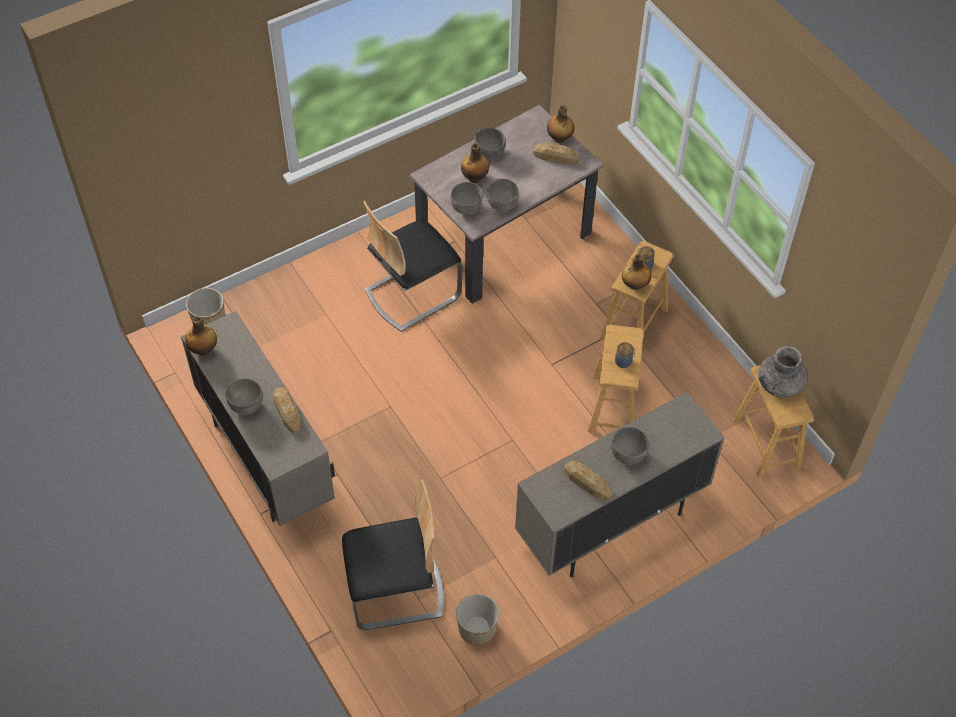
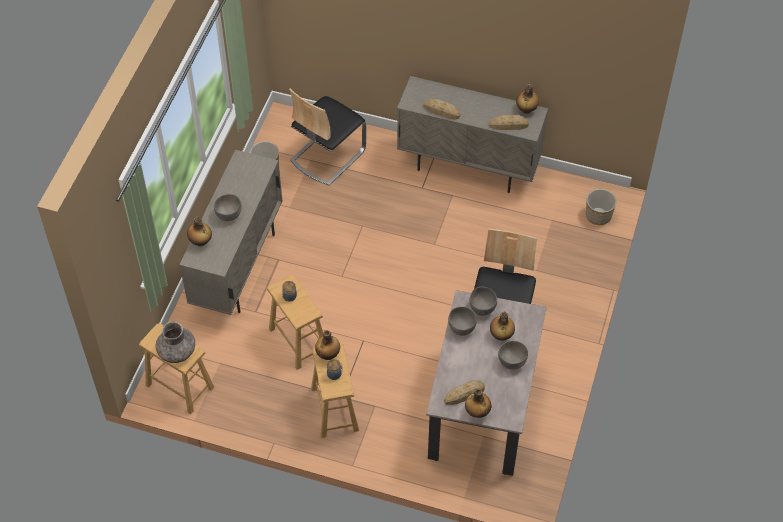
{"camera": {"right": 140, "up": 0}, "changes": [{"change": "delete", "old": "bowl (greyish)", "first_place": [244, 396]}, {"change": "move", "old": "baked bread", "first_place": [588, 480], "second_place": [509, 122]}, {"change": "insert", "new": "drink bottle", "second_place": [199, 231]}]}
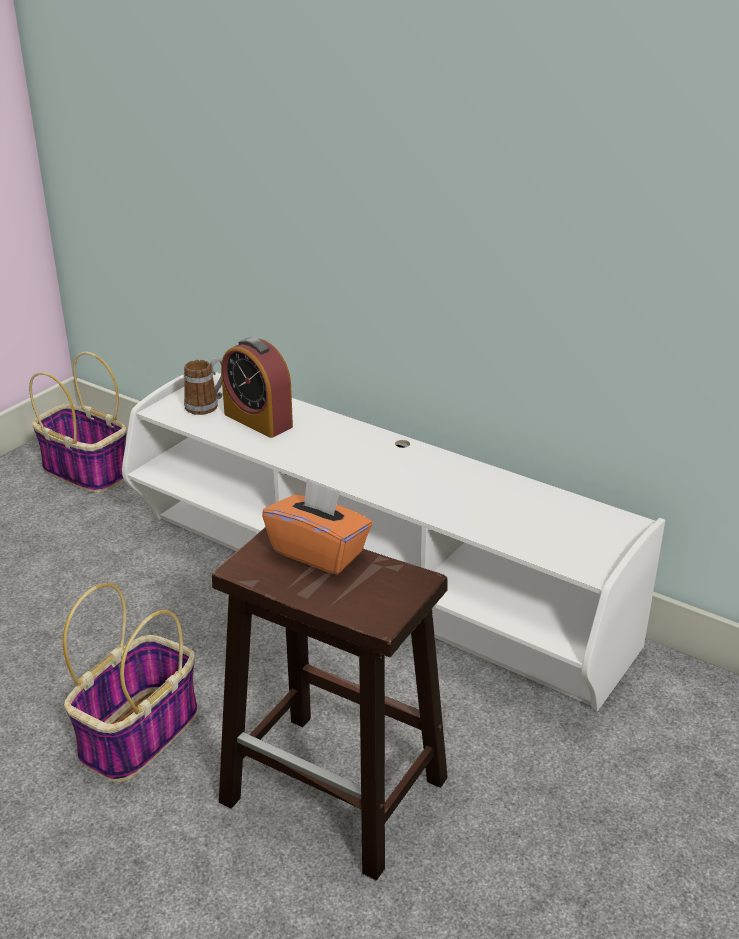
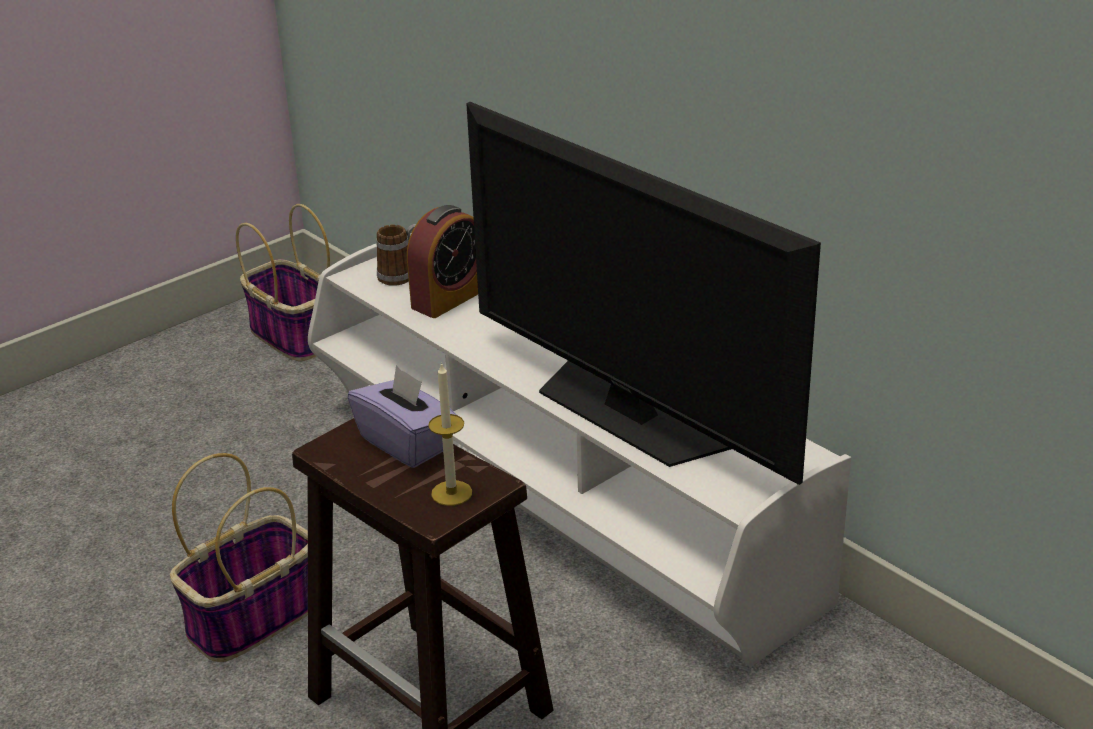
{"camera": {"right": 15, "up": 0}, "changes": [{"change": "rotate", "old": "alarm clock", "first_place": [257, 387], "second_place": [442, 261], "degrees": -105}, {"change": "recolor", "old": "tissue holder (orangey)", "new": "tissue holder (purple-coloured)", "first_place": [317, 527], "second_place": [402, 416]}, {"change": "insert", "new": "TV", "second_place": [643, 293]}, {"change": "insert", "new": "wax light", "second_place": [450, 434]}]}
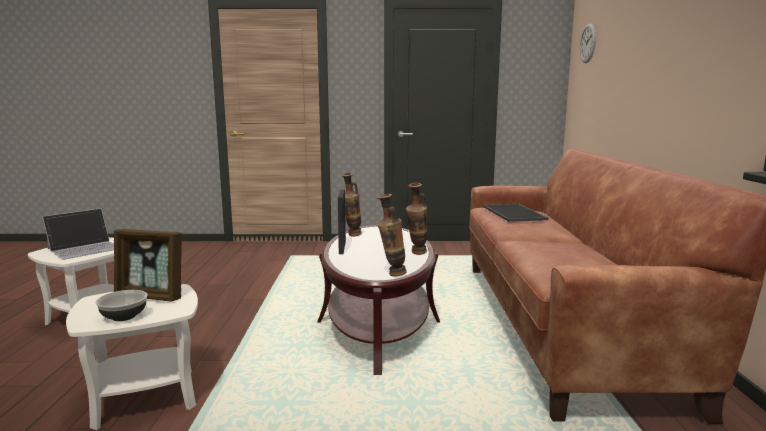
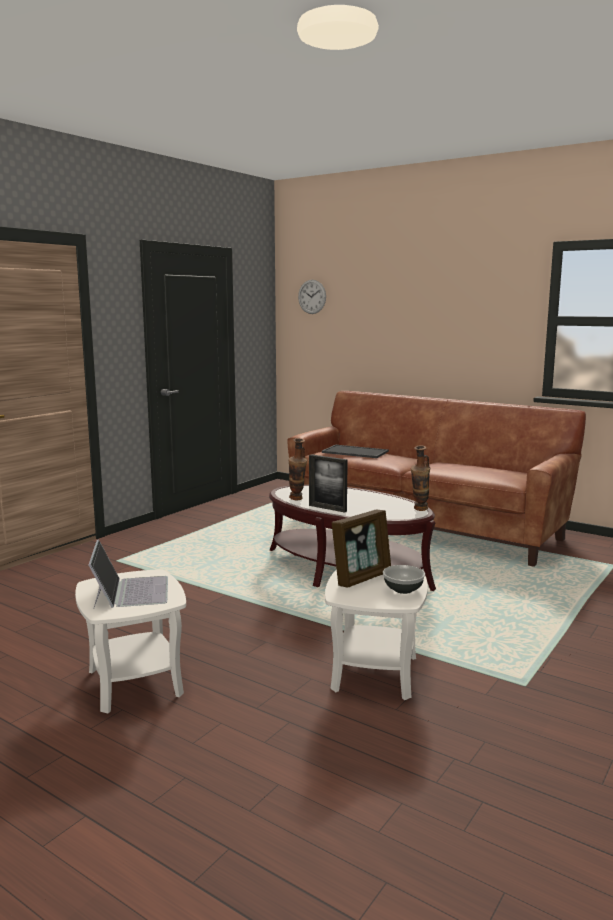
{"camera": {"right": -55, "up": 0}, "changes": [{"change": "delete", "old": "decorative vase", "first_place": [416, 219]}]}
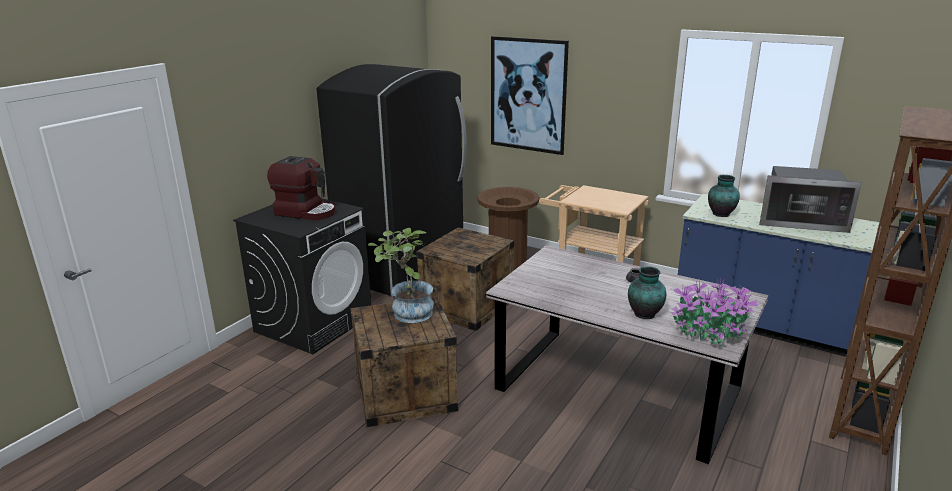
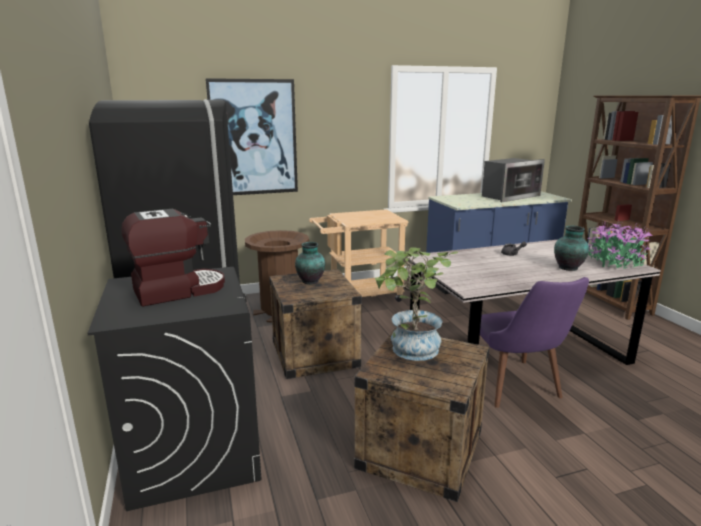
{"camera": {"right": -50, "up": -5}, "changes": [{"change": "move", "old": "decorative vase", "first_place": [724, 196], "second_place": [310, 263]}, {"change": "insert", "new": "plain chair (purple-coloured)", "second_place": [534, 342]}]}
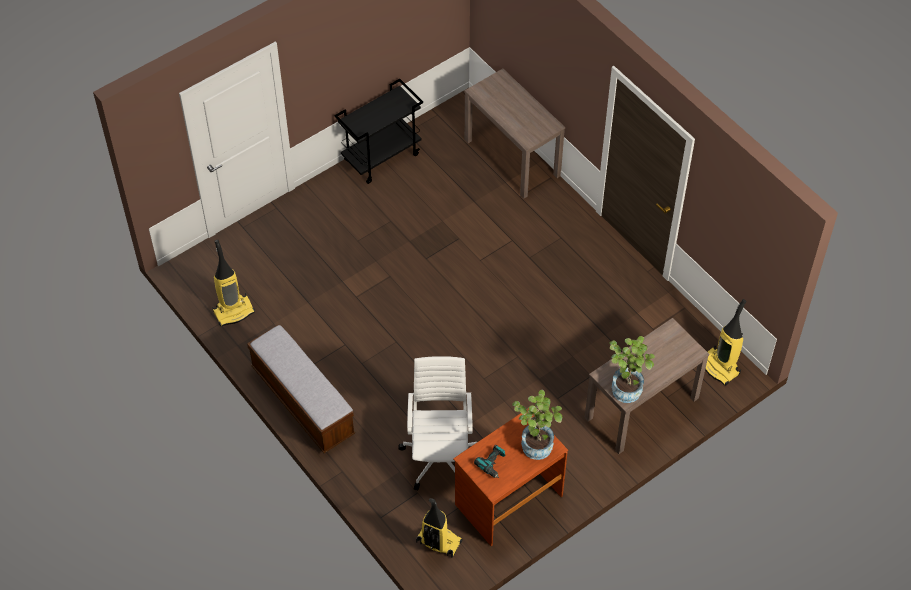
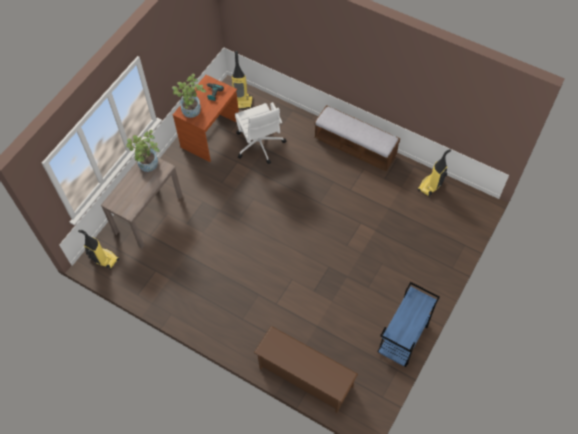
{"camera": {"right": 160, "up": 5}, "changes": [{"change": "replace", "old": "hall table (brown)", "new": "shoe shelf (brown)", "first_place": [514, 133], "second_place": [306, 369]}, {"change": "recolor", "old": "wheeled cart (black)", "new": "wheeled cart (blue)", "first_place": [379, 131], "second_place": [409, 324]}]}
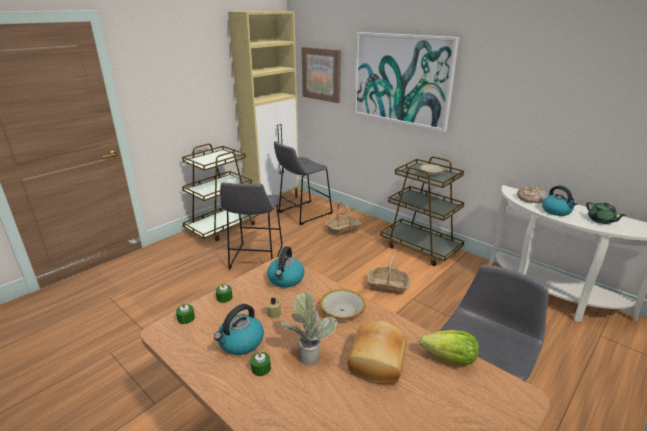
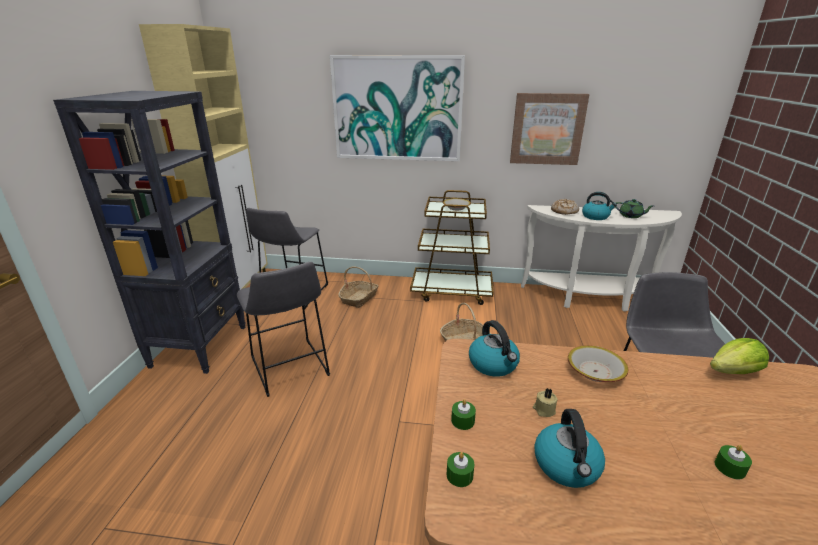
{"camera": {"right": -35, "up": 0}, "changes": [{"change": "move", "old": "wall art", "first_place": [321, 75], "second_place": [550, 129]}, {"change": "replace", "old": "wheeled cart (brown)", "new": "shelving unit (black)", "first_place": [220, 192], "second_place": [149, 232]}, {"change": "delete", "old": "potted plant", "first_place": [309, 328]}, {"change": "delete", "old": "baked bread", "first_place": [377, 352]}, {"change": "move", "old": "wax light (green)", "first_place": [261, 363], "second_place": [733, 462]}]}
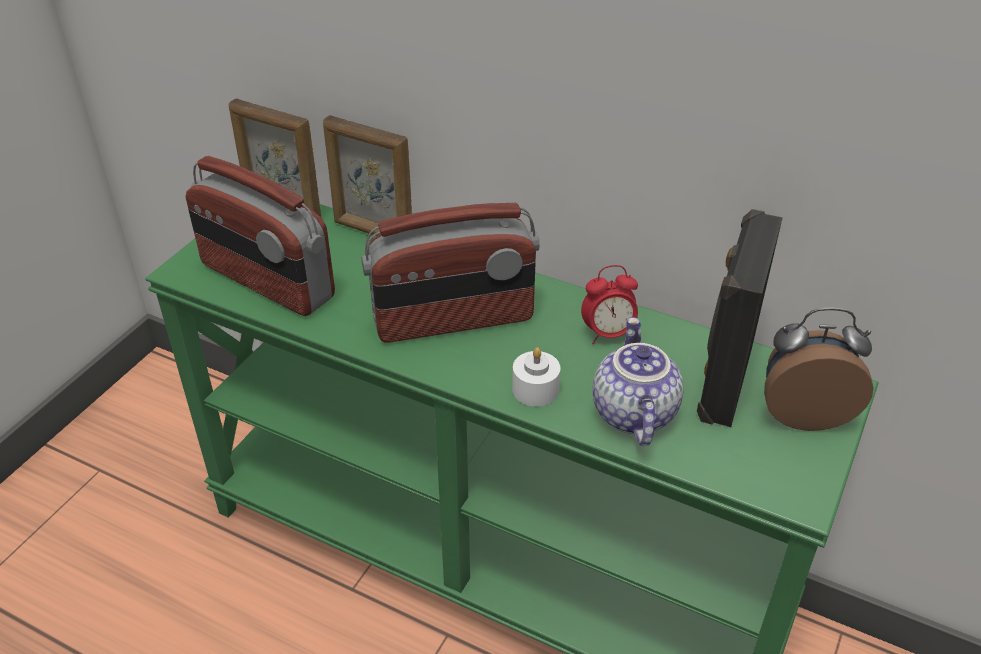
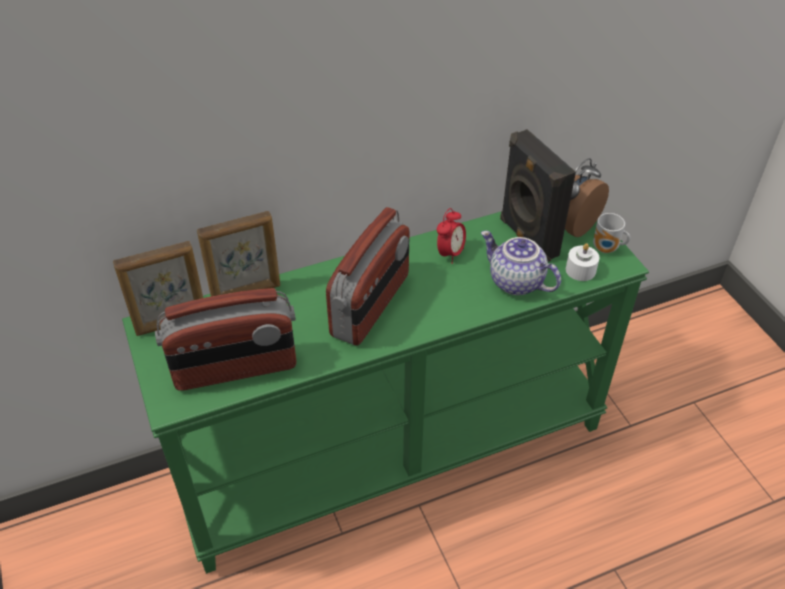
{"camera": {"right": -50, "up": 5}, "changes": [{"change": "move", "old": "wax light (whitish)", "first_place": [536, 377], "second_place": [583, 262]}, {"change": "insert", "new": "coffee mug", "second_place": [611, 233]}]}
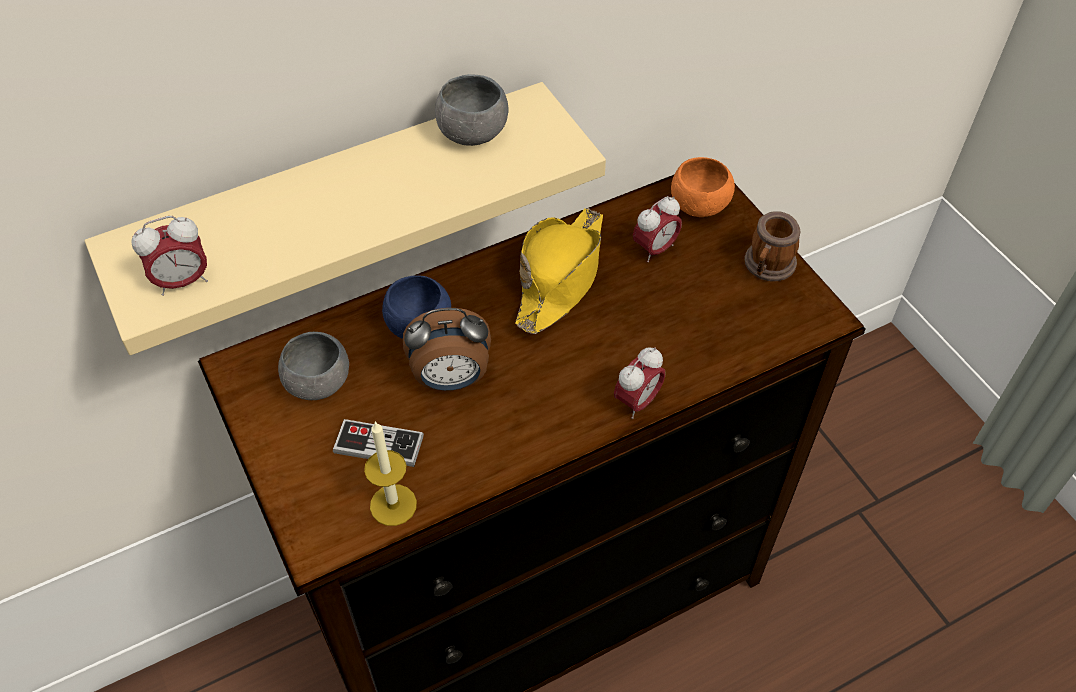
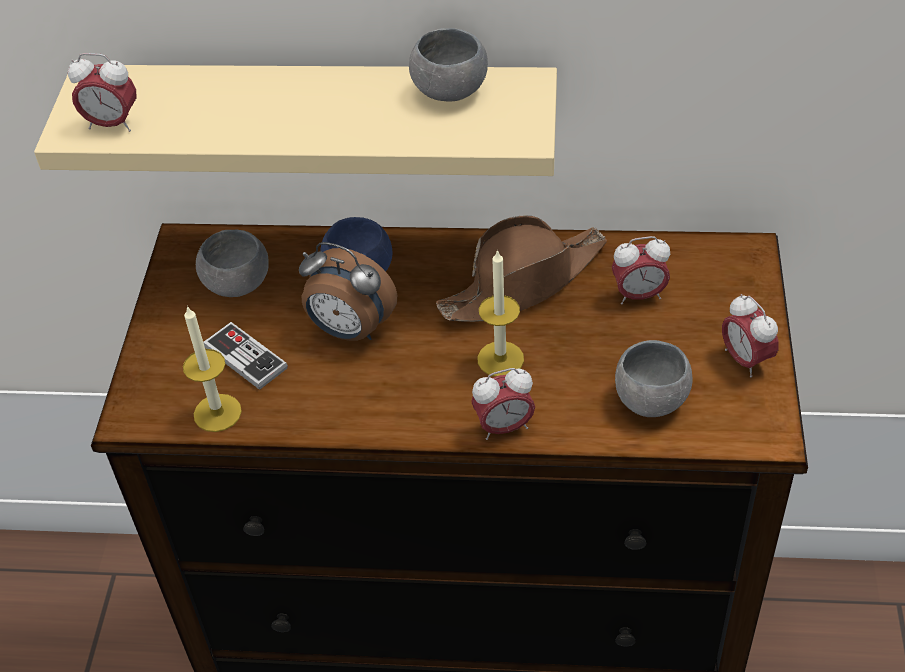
{"camera": {"right": 35, "up": -5}, "changes": [{"change": "delete", "old": "bowl (orangey)", "first_place": [703, 187]}, {"change": "recolor", "old": "clothing hat (yellowish)", "new": "clothing hat (brown)", "first_place": [559, 271], "second_place": [521, 269]}, {"change": "replace", "old": "coffee mug", "new": "alarm clock", "first_place": [772, 246], "second_place": [750, 335]}, {"change": "insert", "new": "wax light", "second_place": [500, 313]}, {"change": "insert", "new": "bowl (greyish)", "second_place": [653, 378]}]}
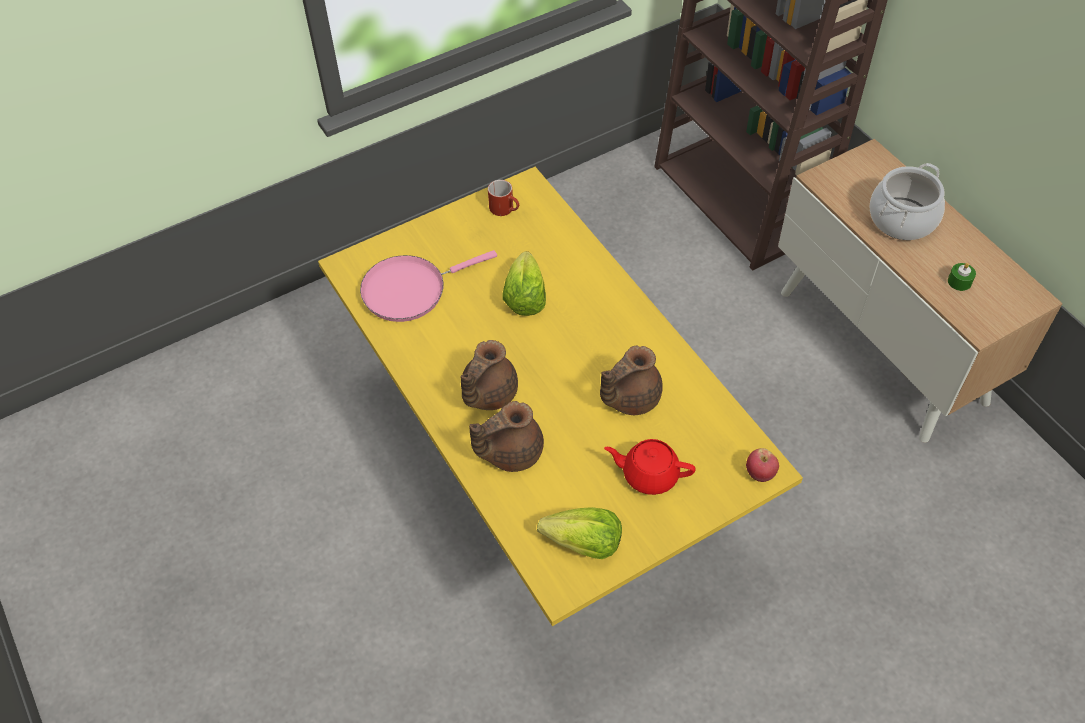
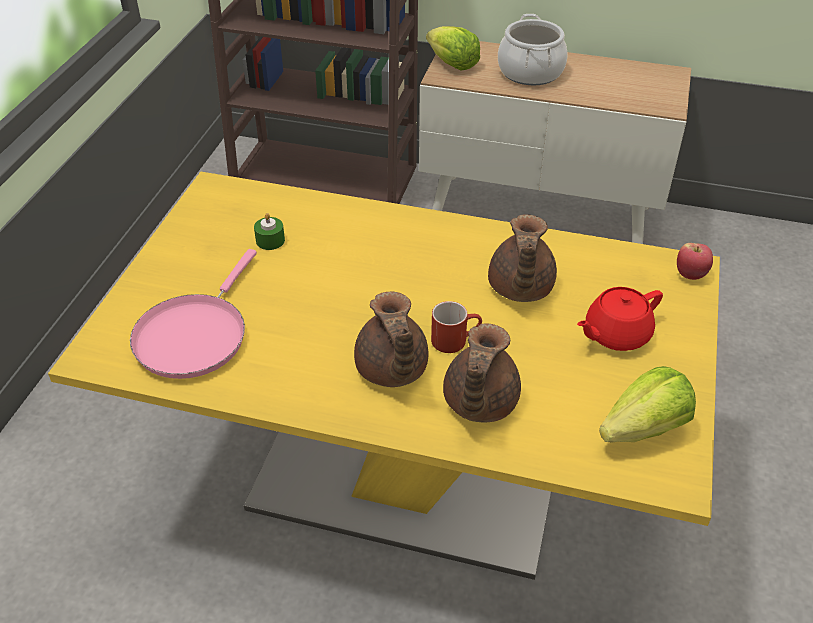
{"camera": {"right": -45, "up": -10}, "changes": [{"change": "move", "old": "coffee mug (red)", "first_place": [503, 198], "second_place": [456, 327]}, {"change": "move", "old": "lettuce head", "first_place": [524, 283], "second_place": [453, 48]}, {"change": "move", "old": "wax light (green)", "first_place": [962, 277], "second_place": [269, 231]}]}
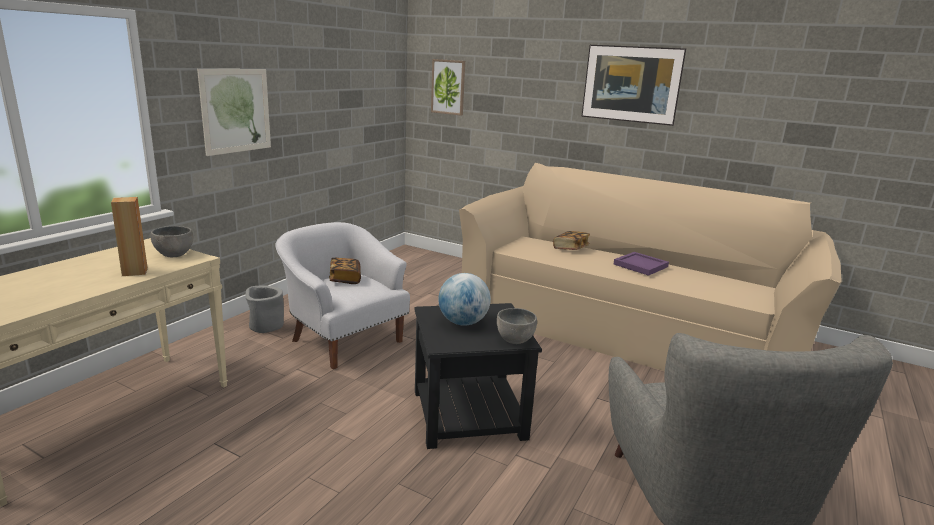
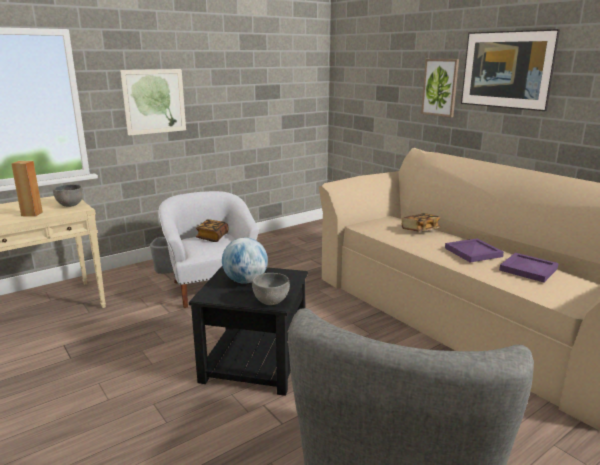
{"camera": {"right": 25, "up": 0}, "changes": [{"change": "move", "old": "wall art", "first_place": [448, 87], "second_place": [440, 88]}, {"change": "insert", "new": "serving tray (purple-coloured)", "second_place": [529, 267]}]}
